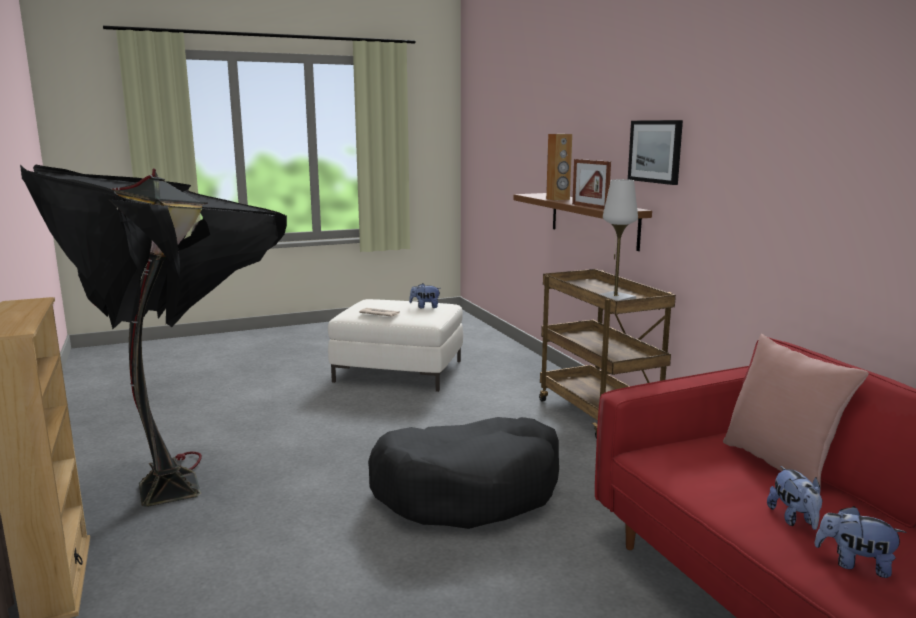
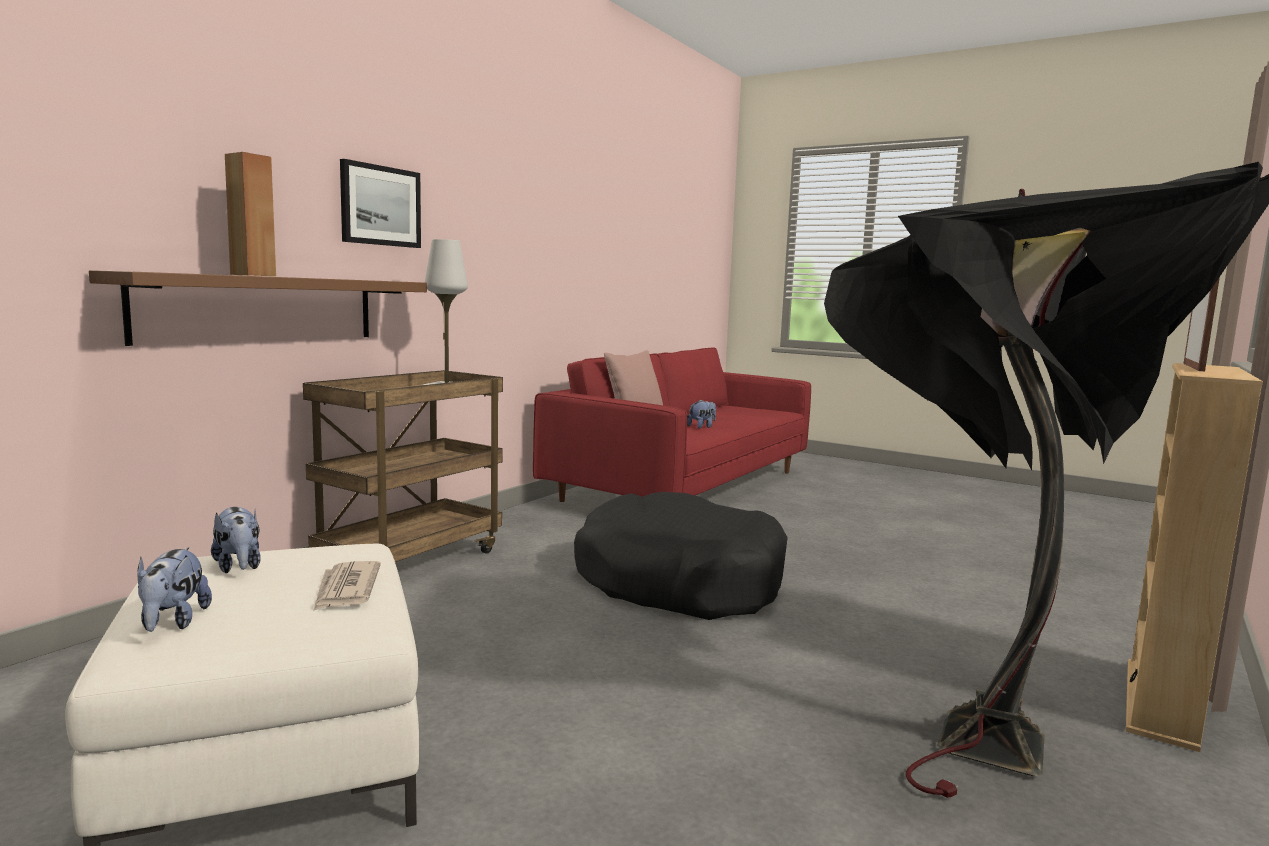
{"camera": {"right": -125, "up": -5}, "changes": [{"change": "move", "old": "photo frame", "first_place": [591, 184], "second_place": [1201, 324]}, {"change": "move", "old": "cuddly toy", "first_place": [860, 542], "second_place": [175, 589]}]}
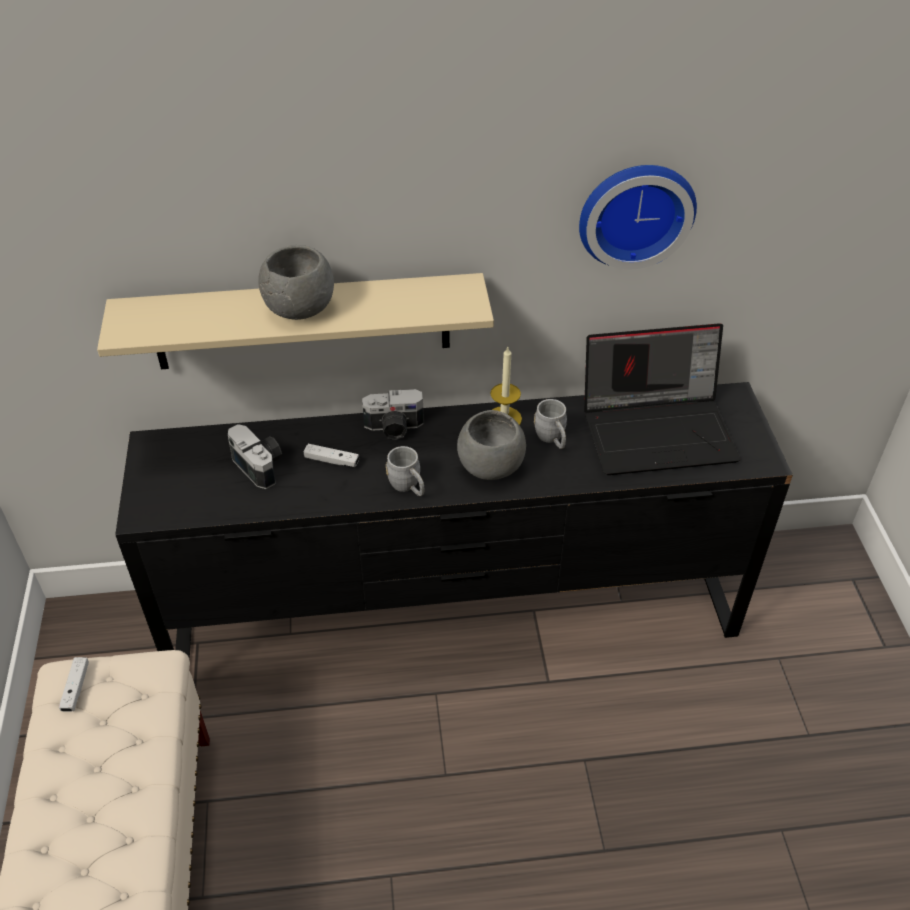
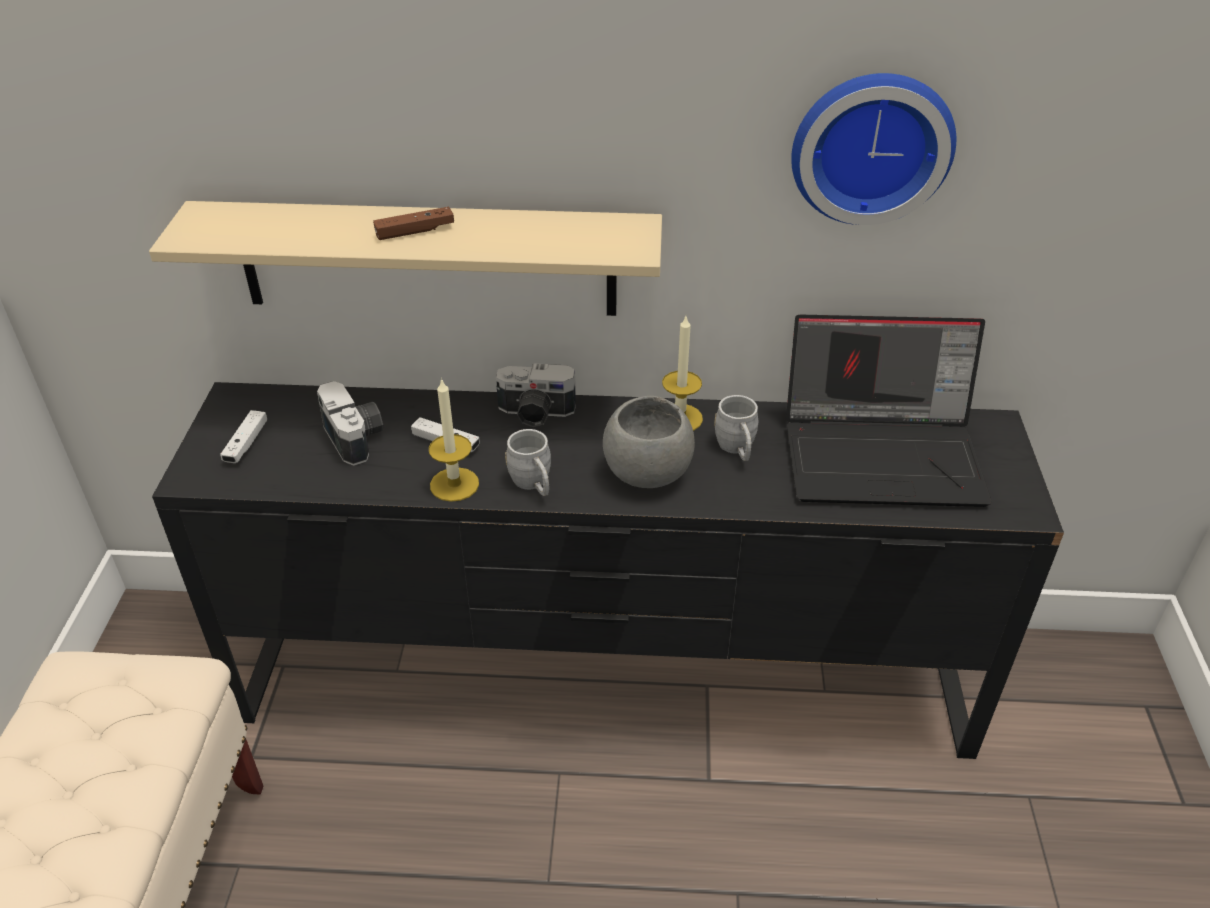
{"camera": {"right": 10, "up": -5}, "changes": [{"change": "replace", "old": "bowl (greyish)", "new": "game controller (brown)", "first_place": [296, 282], "second_place": [413, 223]}, {"change": "move", "old": "game controller (whitish)", "first_place": [74, 684], "second_place": [243, 436]}, {"change": "insert", "new": "wax light", "second_place": [454, 440]}]}
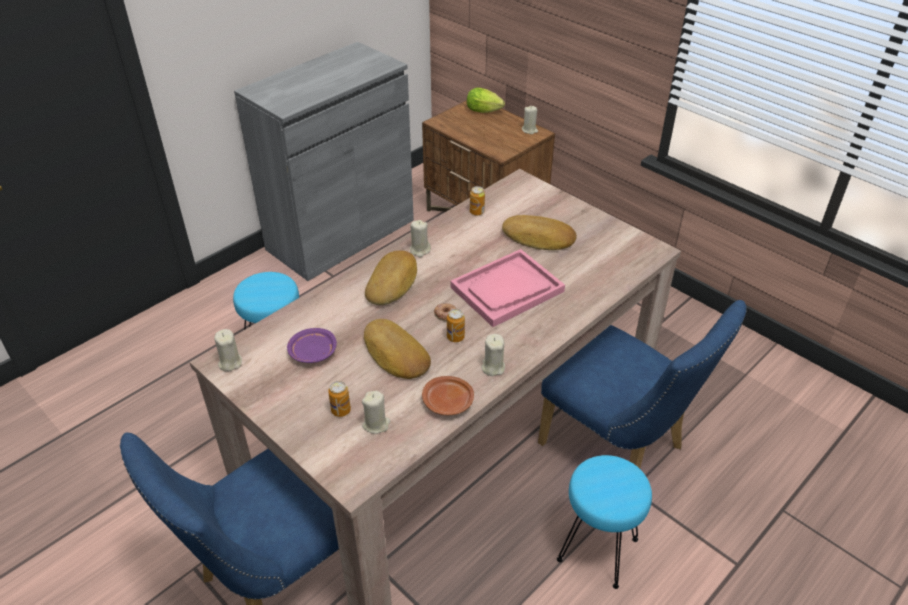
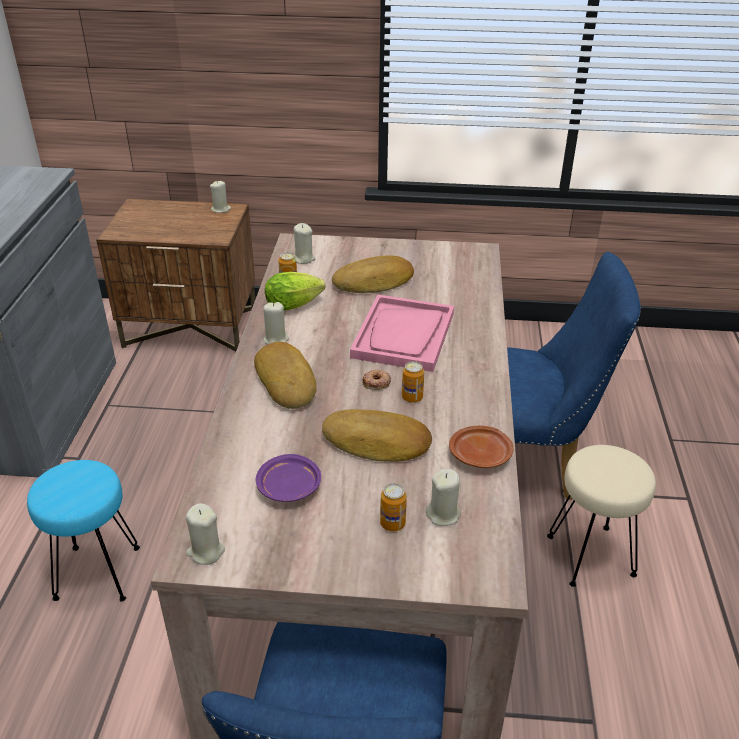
{"camera": {"right": -40, "up": -5}, "changes": [{"change": "move", "old": "lettuce head", "first_place": [486, 100], "second_place": [295, 291]}, {"change": "move", "old": "wax light (beige-coloured)", "first_place": [493, 355], "second_place": [304, 243]}, {"change": "recolor", "old": "stool (blue-green)", "new": "stool (beige-coloured)", "first_place": [604, 522], "second_place": [601, 516]}]}
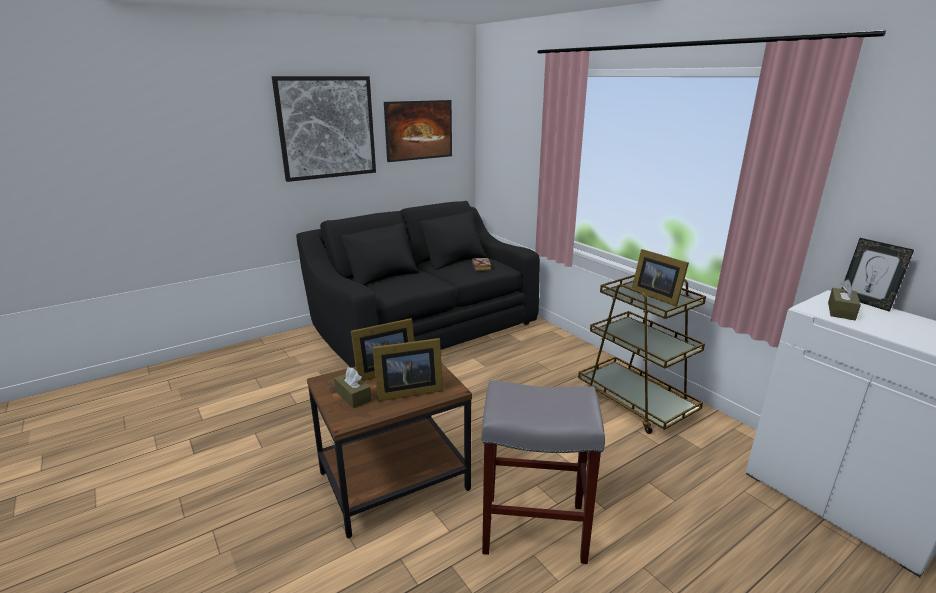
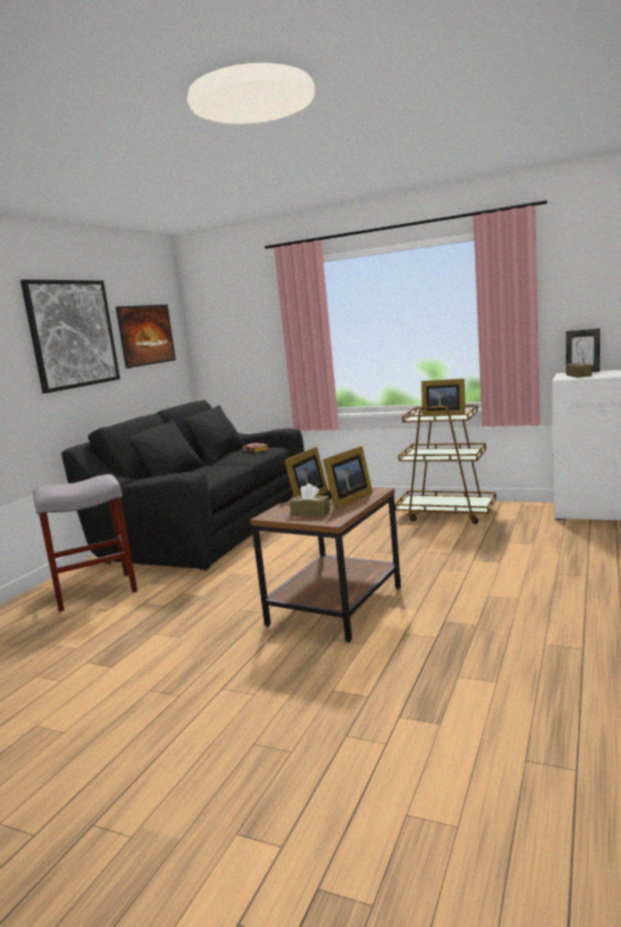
{"camera": {"right": -30, "up": -10}, "changes": [{"change": "move", "old": "stool (greyish)", "first_place": [543, 472], "second_place": [85, 543]}]}
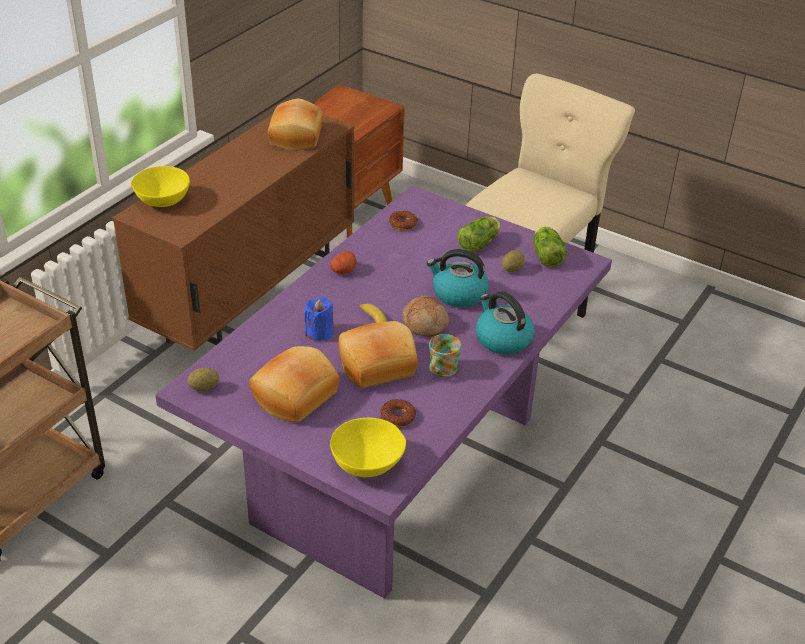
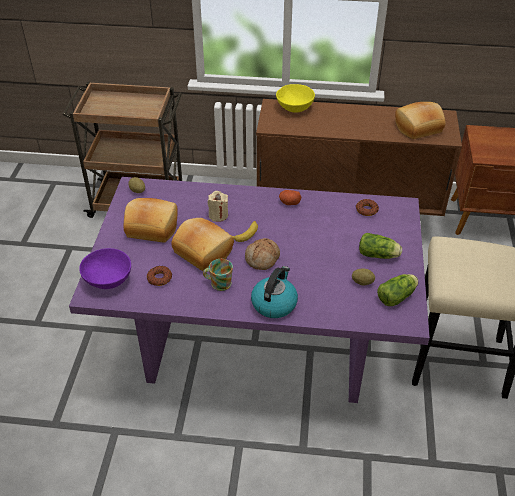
{"camera": {"right": 65, "up": 5}, "changes": [{"change": "delete", "old": "water kettle", "first_place": [458, 278]}, {"change": "recolor", "old": "wax light (blue)", "new": "wax light (beige-coloured)", "first_place": [319, 319], "second_place": [218, 206]}, {"change": "recolor", "old": "bowl (yellowish)", "new": "bowl (purple-coloured)", "first_place": [368, 447], "second_place": [105, 268]}]}
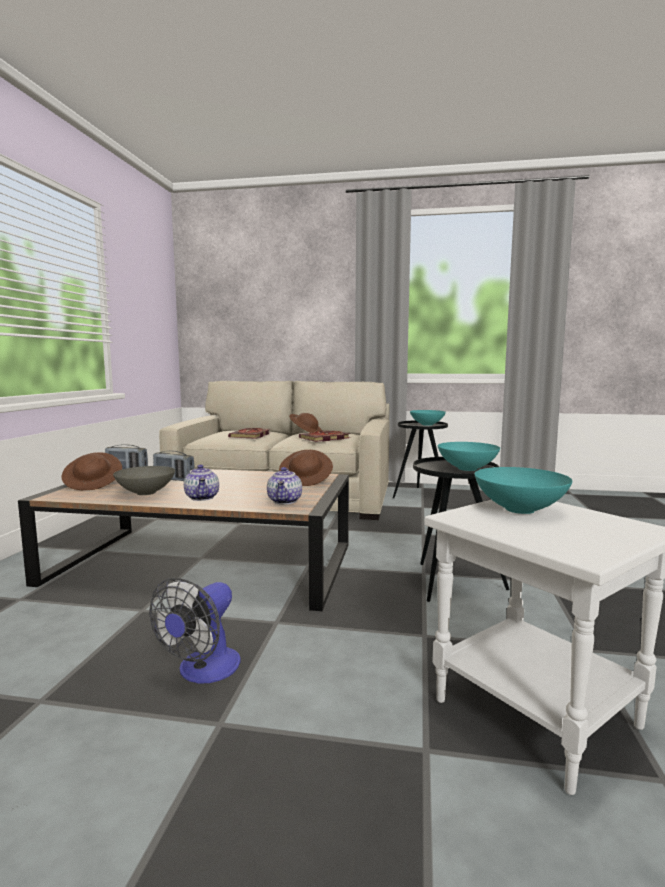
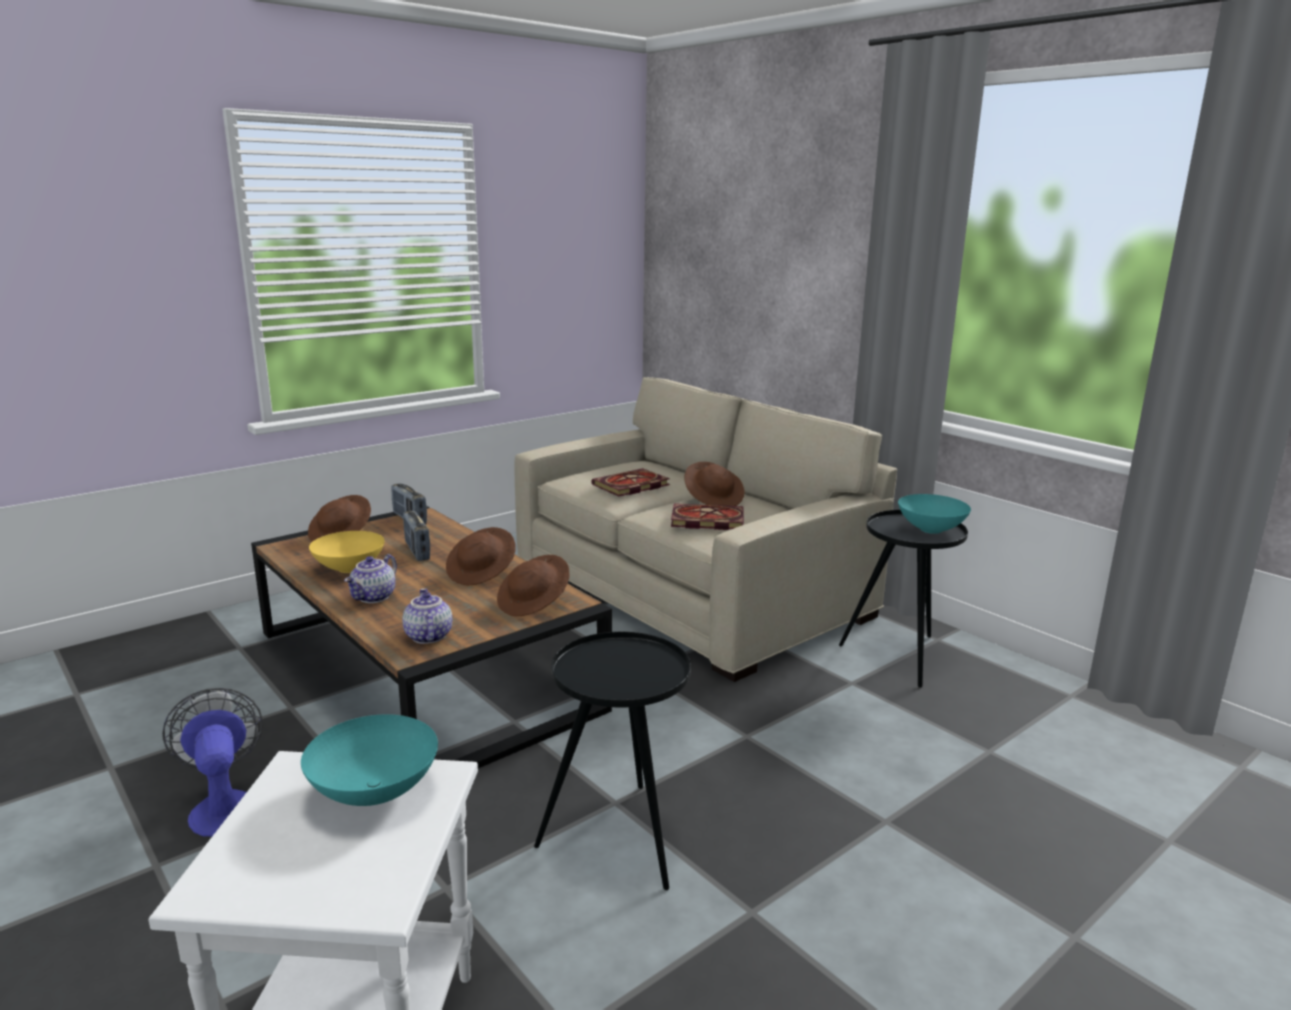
{"camera": {"right": 40, "up": 10}, "changes": [{"change": "delete", "old": "bowl (blue-green)", "first_place": [469, 456]}, {"change": "recolor", "old": "bowl (greyish)", "new": "bowl (yellowish)", "first_place": [144, 480], "second_place": [347, 552]}, {"change": "rotate", "old": "teapot", "first_place": [284, 485], "second_place": [427, 616], "degrees": 120}, {"change": "rotate", "old": "fan", "first_place": [194, 630], "second_place": [212, 762], "degrees": 90}, {"change": "insert", "new": "clothing hat (brown)", "second_place": [481, 556]}]}
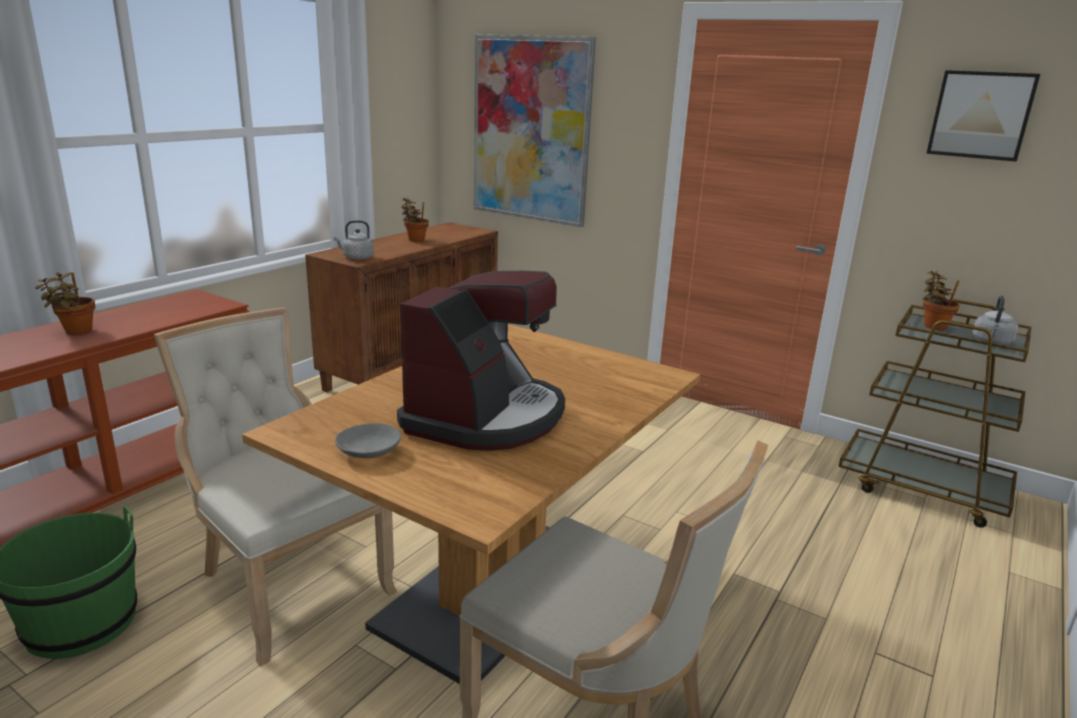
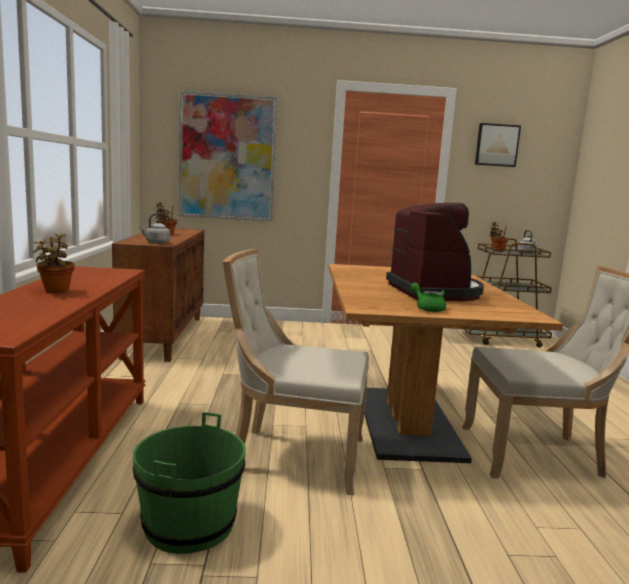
{"camera": {"right": -35, "up": -10}, "changes": [{"change": "replace", "old": "bowl (greyish)", "new": "teapot (green)", "first_place": [368, 440], "second_place": [428, 297]}]}
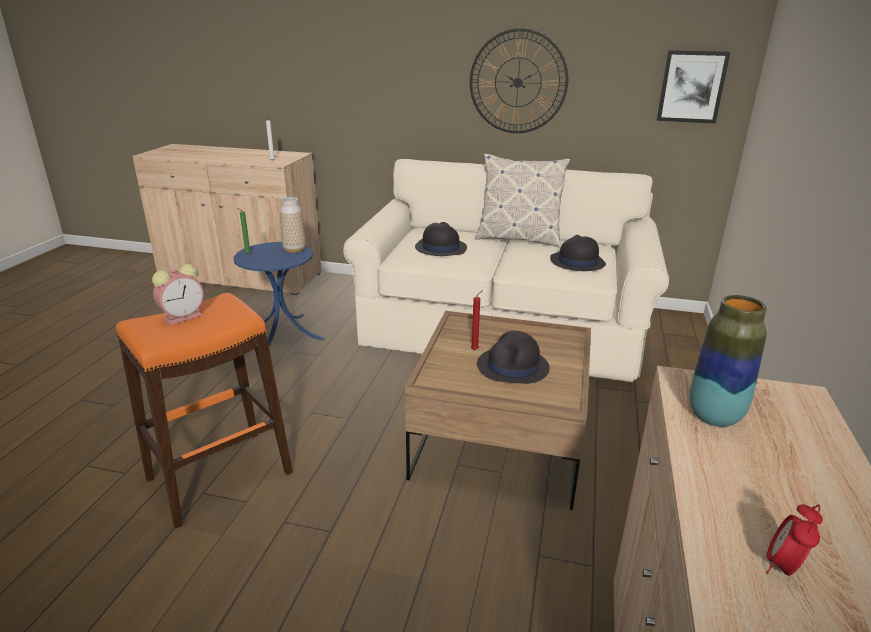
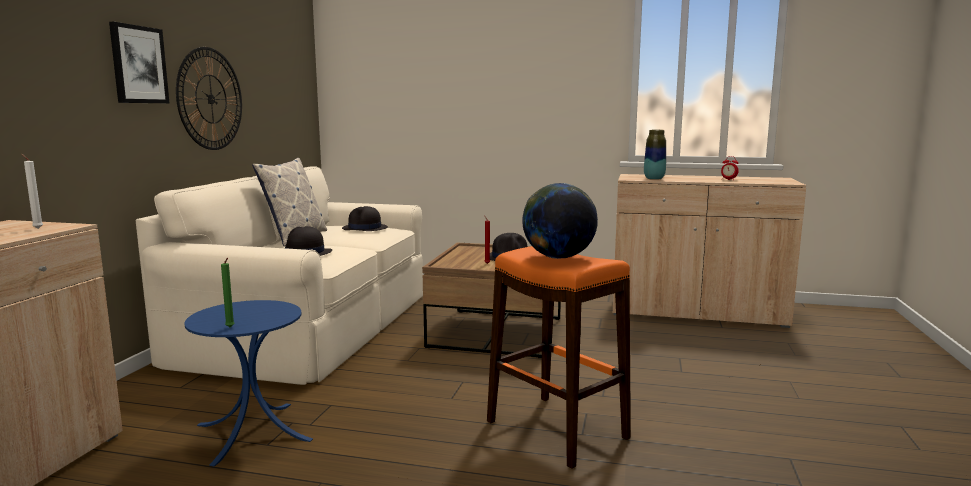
{"camera": {"right": -90, "up": -15}, "changes": [{"change": "move", "old": "wall art", "first_place": [693, 86], "second_place": [139, 62]}, {"change": "delete", "old": "decorative vase", "first_place": [293, 225]}, {"change": "replace", "old": "alarm clock", "new": "desk globe", "first_place": [178, 294], "second_place": [560, 221]}]}
